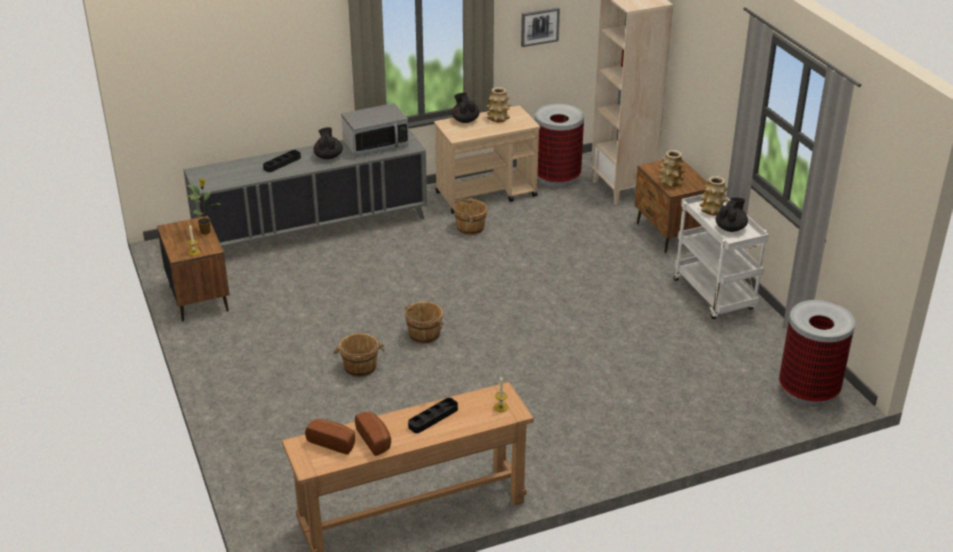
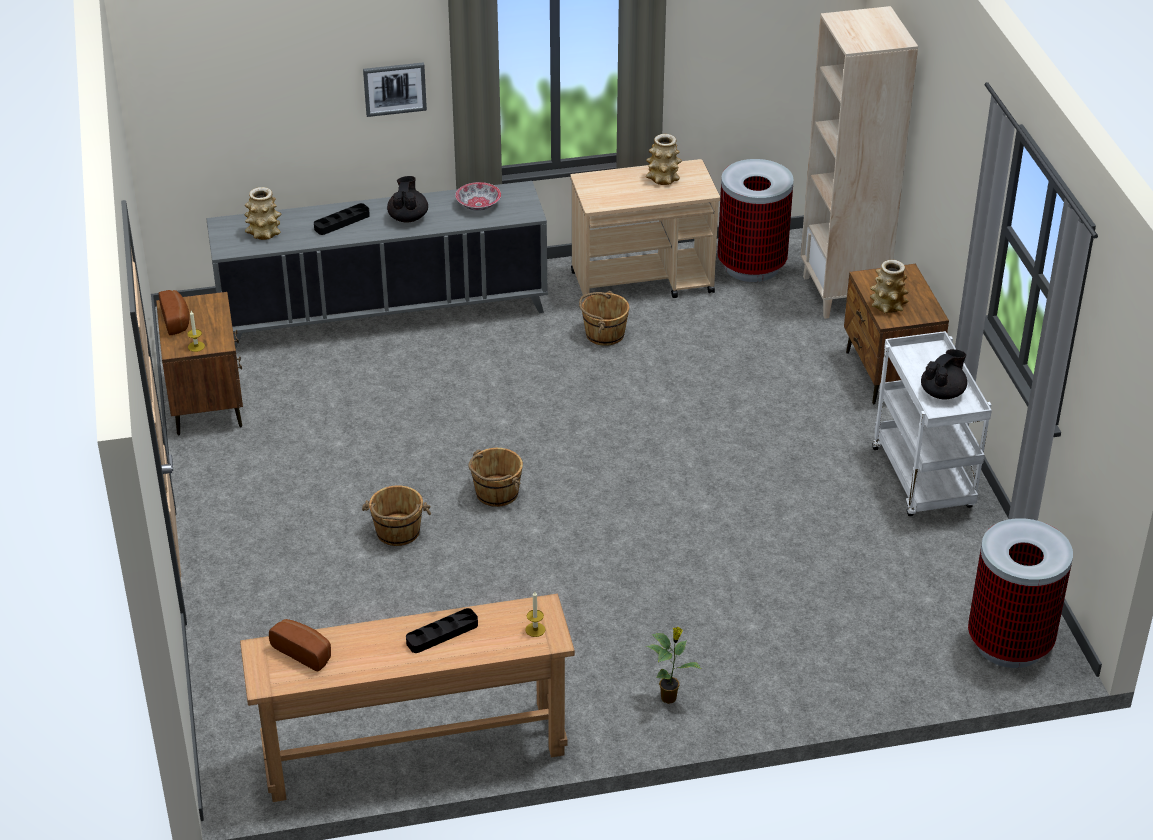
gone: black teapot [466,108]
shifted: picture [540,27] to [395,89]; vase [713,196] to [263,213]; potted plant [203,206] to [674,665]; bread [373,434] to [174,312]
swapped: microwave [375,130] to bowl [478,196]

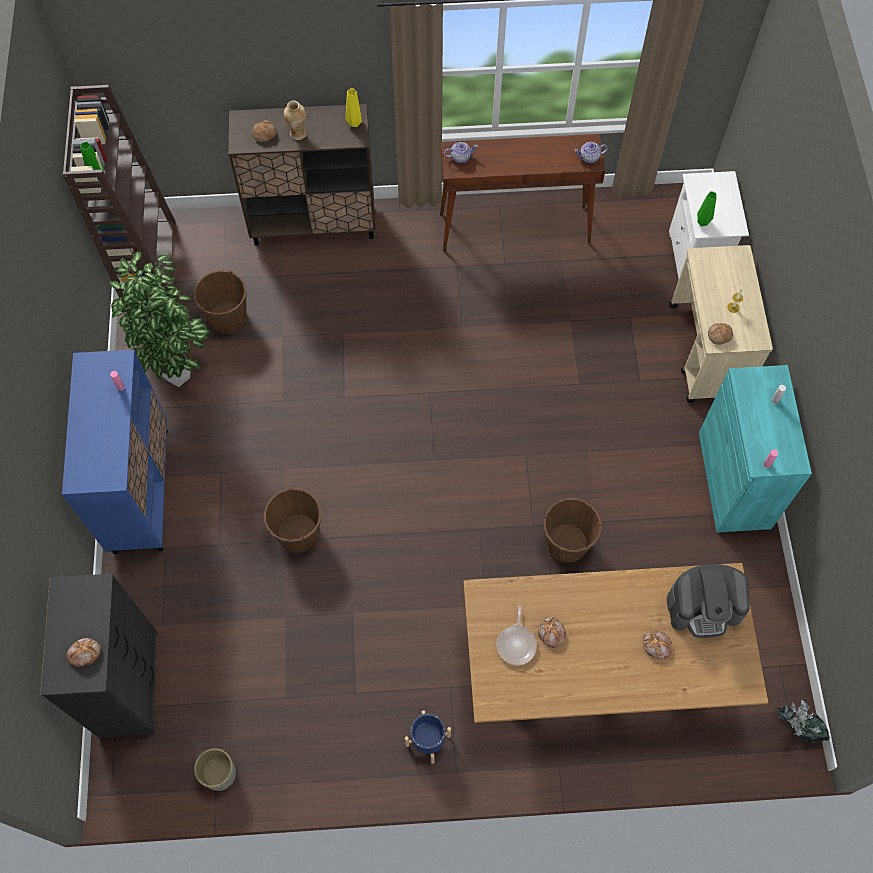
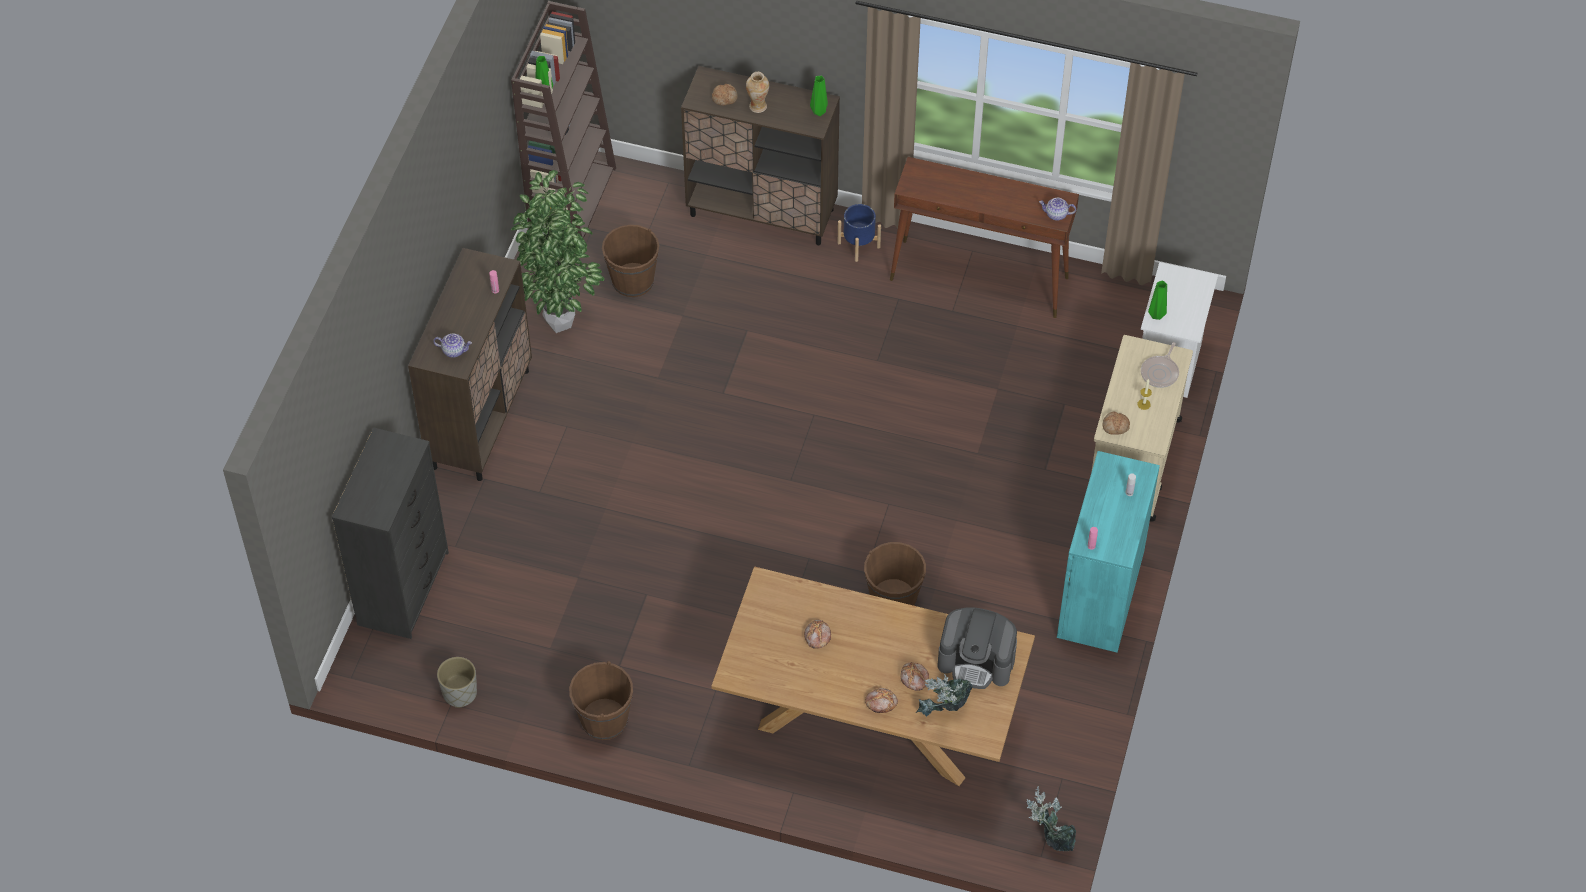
new: potted plant [944,695]
shifted: teapot [461,152] to [452,346]; brown bucket [292,520] to [601,700]; frying pan [517,635] to [1160,365]; bread [84,652] to [881,700]; blue planter [428,737] to [859,233]
repainted: yellow vase [353,107] to green vase [819,96]; blue cabinet [115,452] to brown cabinet [470,364]

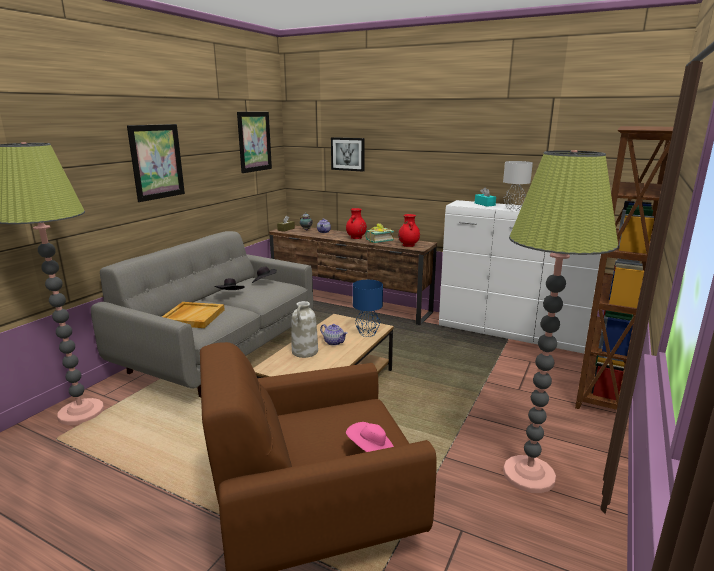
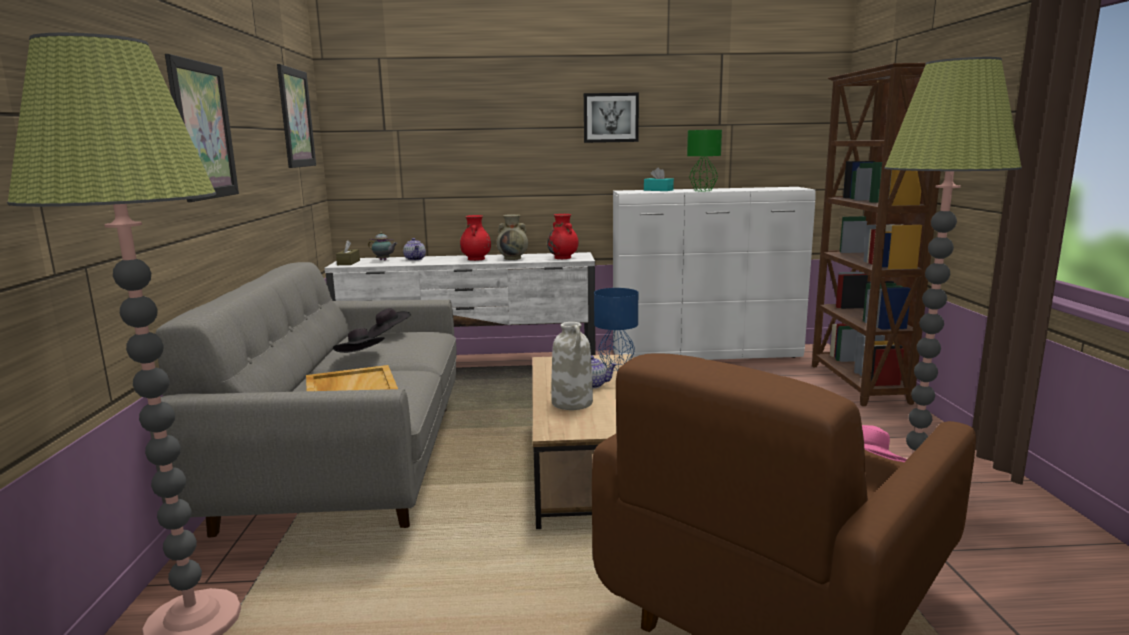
shifted: picture [348,154] to [611,118]
swapped: book [379,233] to beige vase [512,237]
repainted: grey table lamp [518,186] to green table lamp [704,160]; brown tv stand [353,275] to white tv stand [460,303]

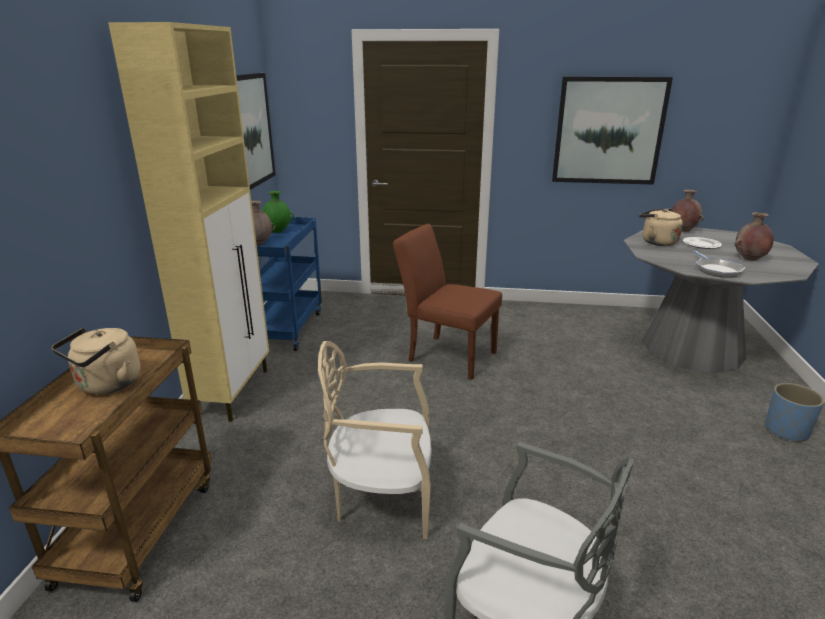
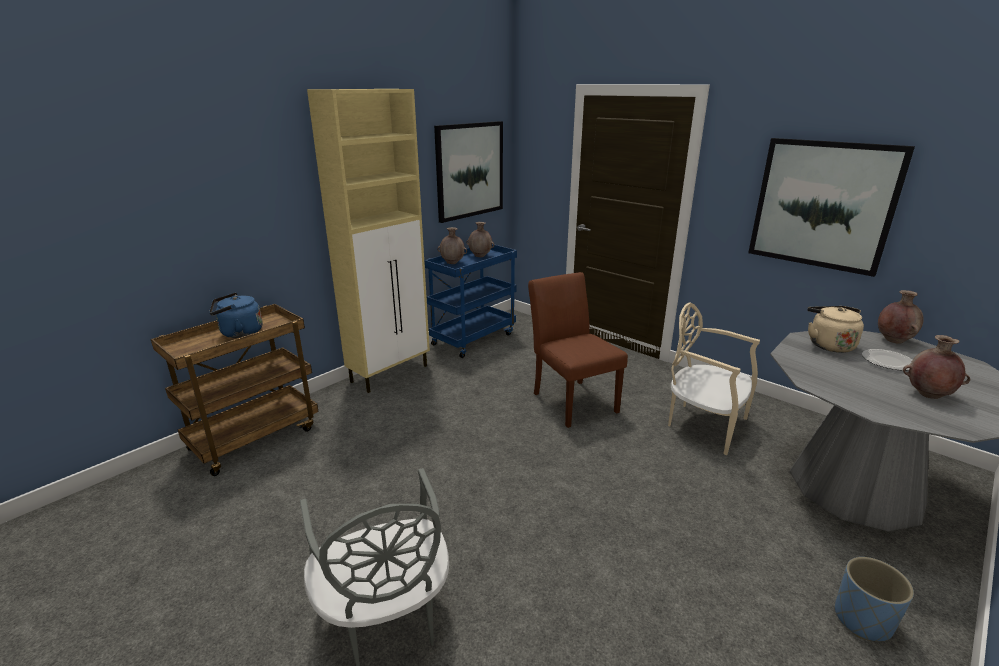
gone: frying pan [719,264]
shifted: beige chair [375,440] to [714,378]
repainted: green vase [278,212] to brown vase [480,239]; beige kettle [96,361] to blue kettle [235,315]

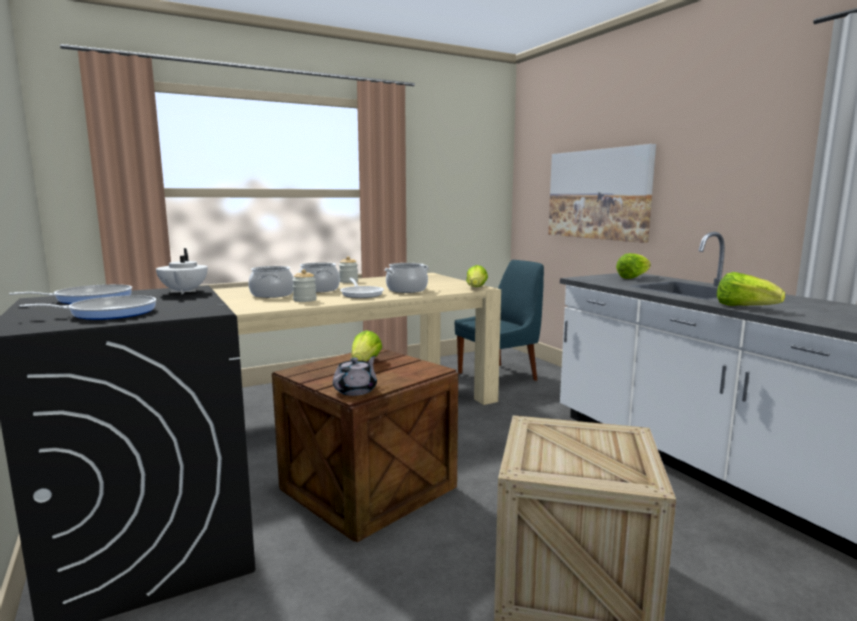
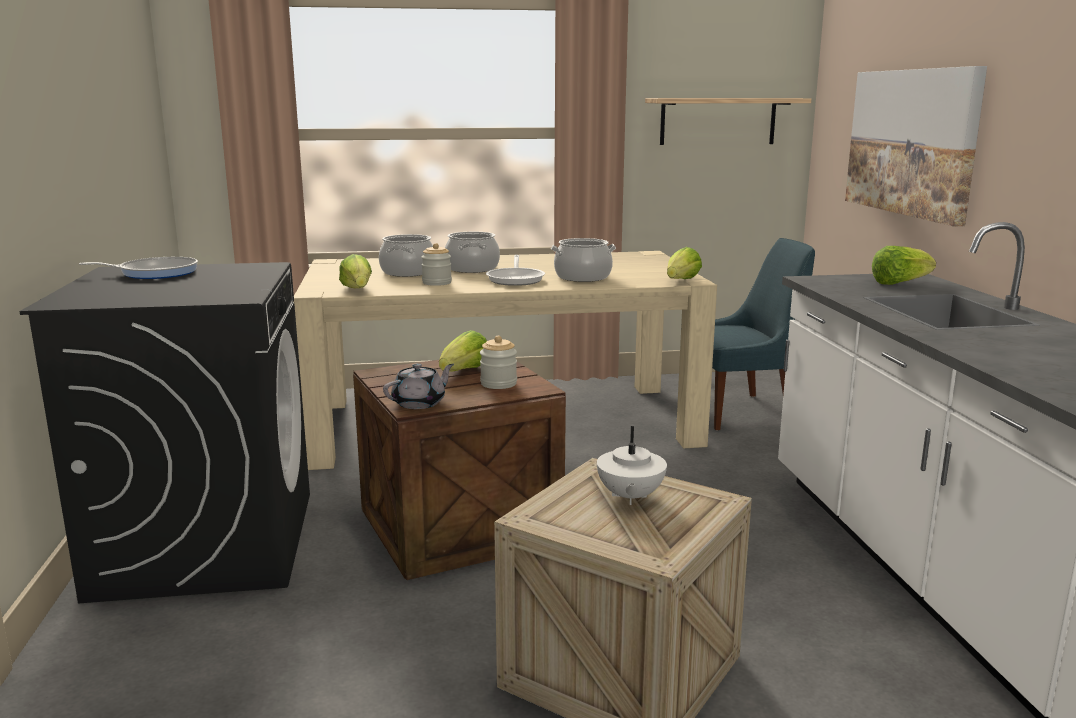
gone: frying pan [87,307]
new: shelf [728,121]
shifted: white teapot [182,271] to [632,465]; jar [348,269] to [498,362]; lettuce [751,289] to [355,271]

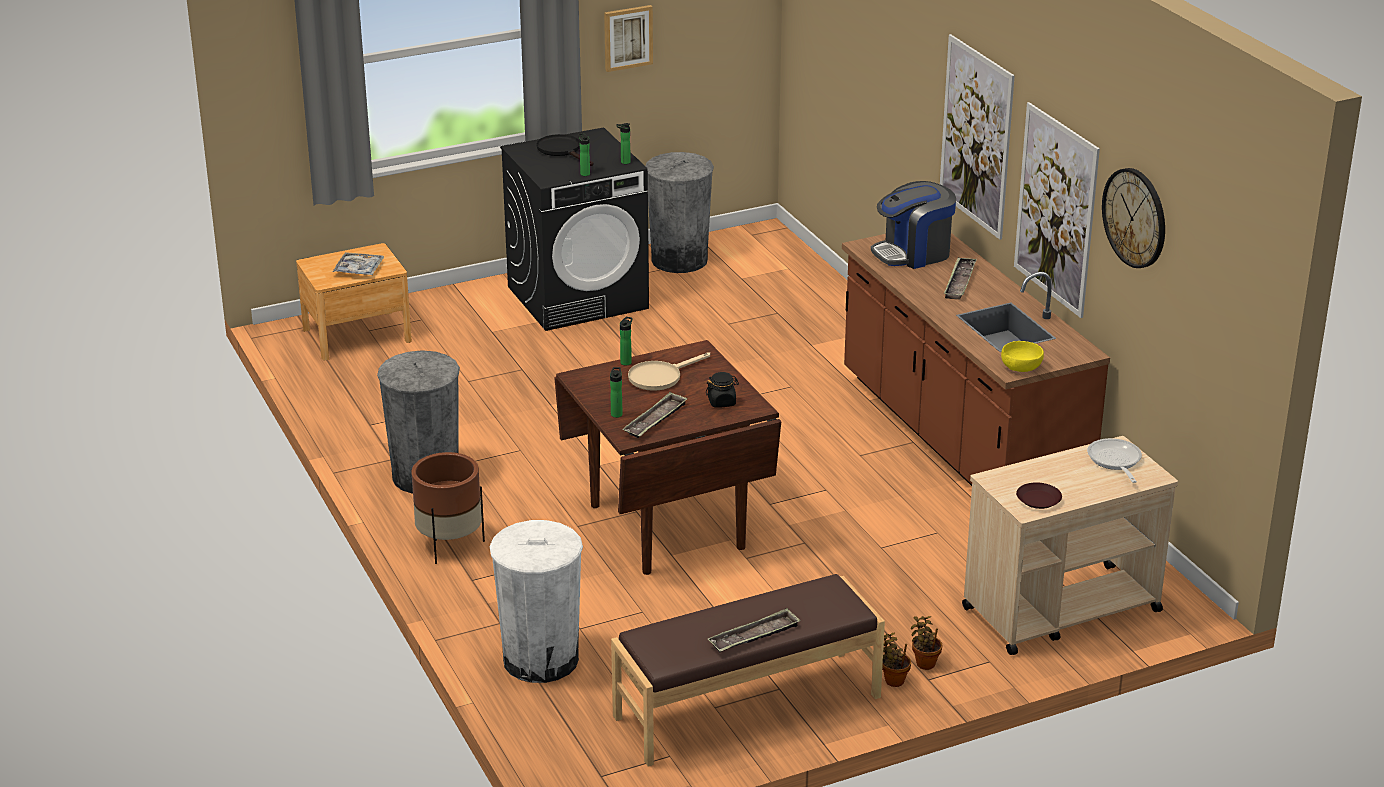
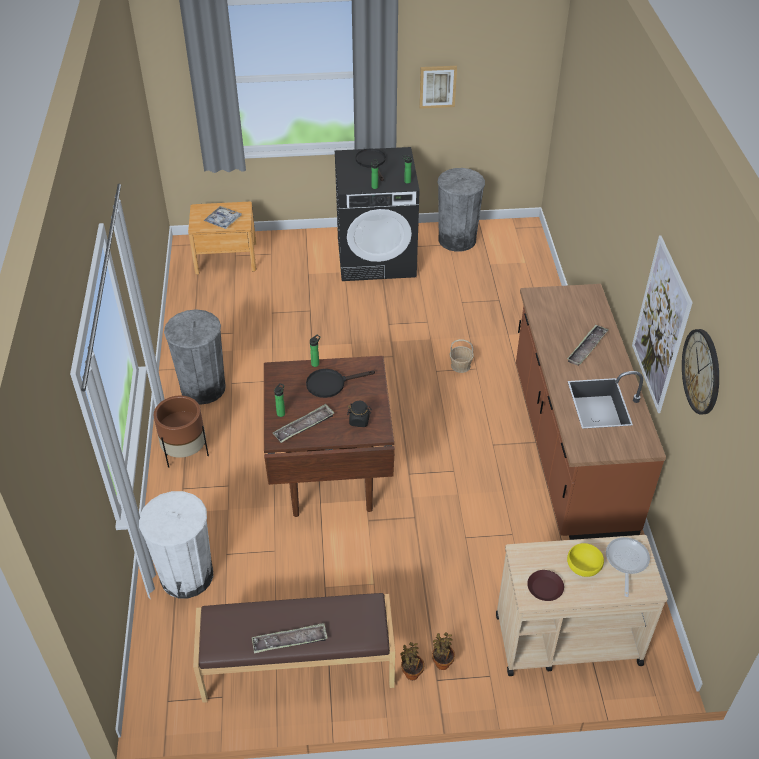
gone: picture [977,137]; coffee machine [913,225]
new: basket [461,356]
shifted: yellow bowl [1022,356] to [585,560]
repainted: beige frying pan [669,371] to black frying pan [340,383]

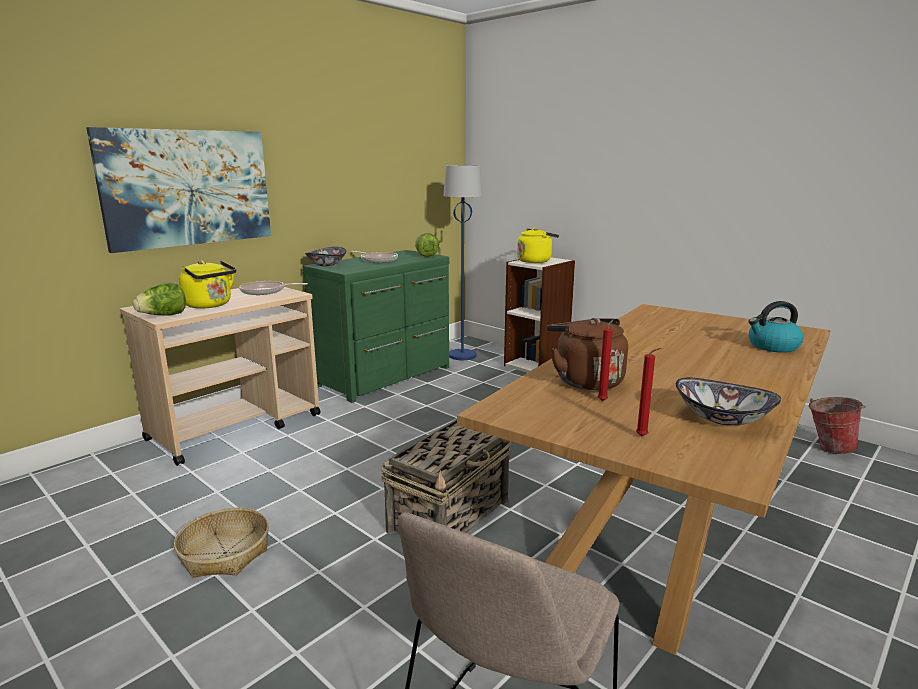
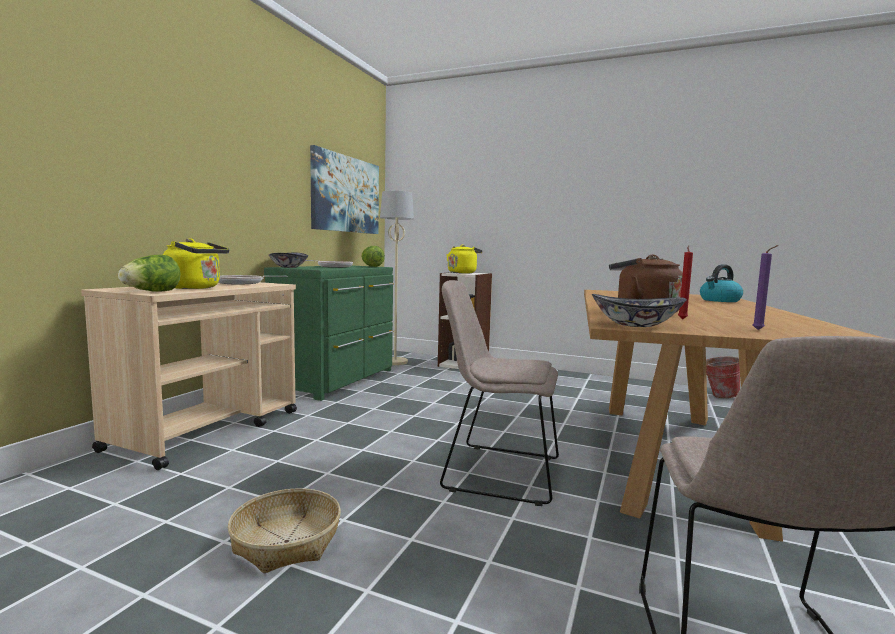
shifted: picture [178,190] to [344,189]; bowl [728,402] to [639,310]
swapped: basket [446,476] to beige chair [499,393]
repainted: blue floor lamp [463,262] to beige floor lamp [397,278]; red candle [648,392] to purple candle [766,287]

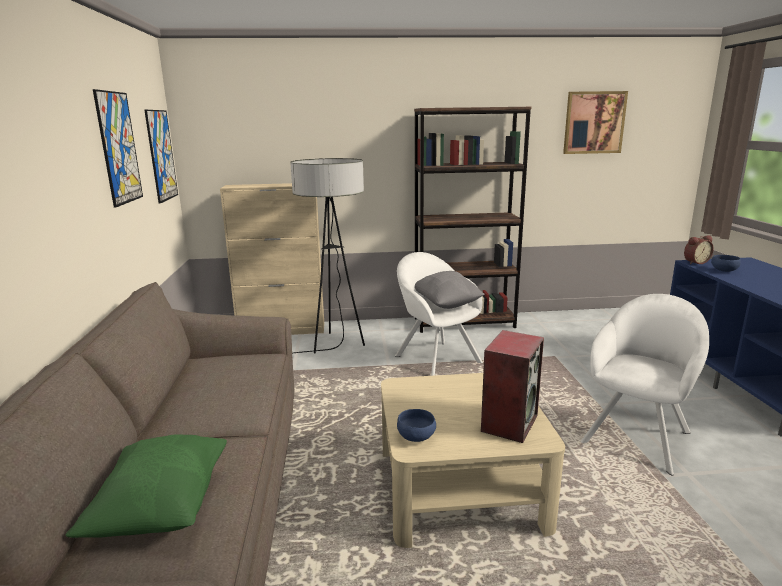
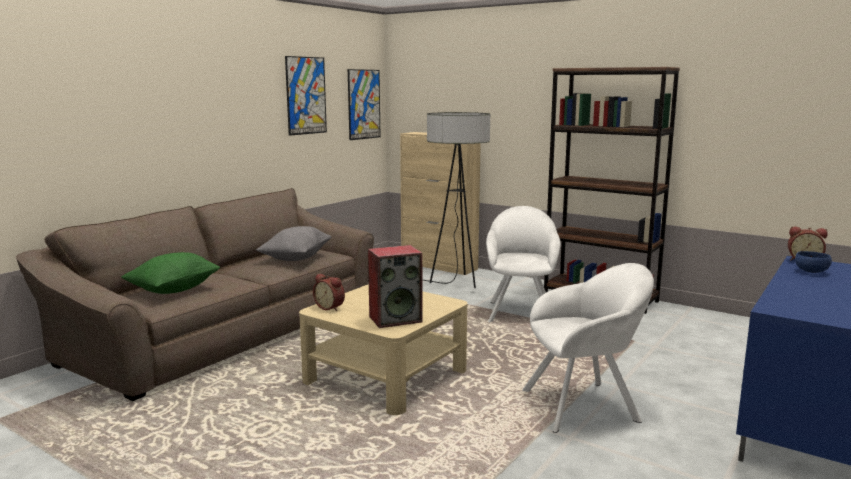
gone: picture [595,122]
shifted: grey pillow [450,290] to [293,243]
swapped: blue bowl [416,425] to alarm clock [329,292]

